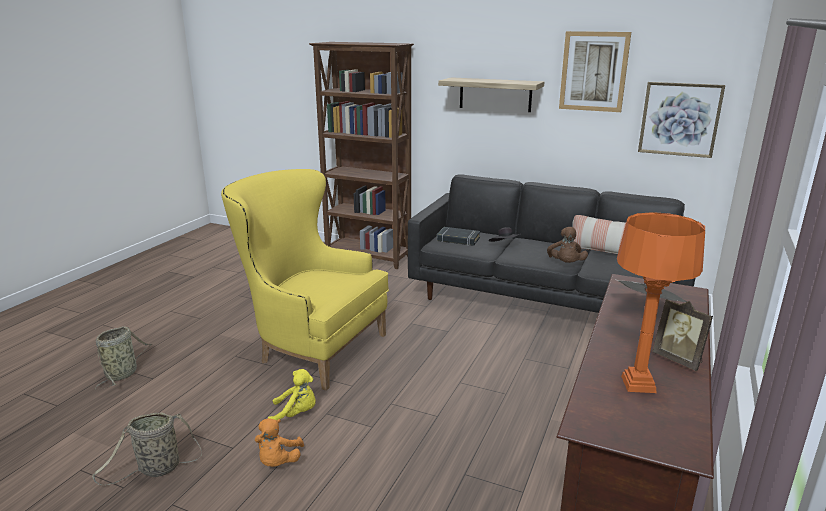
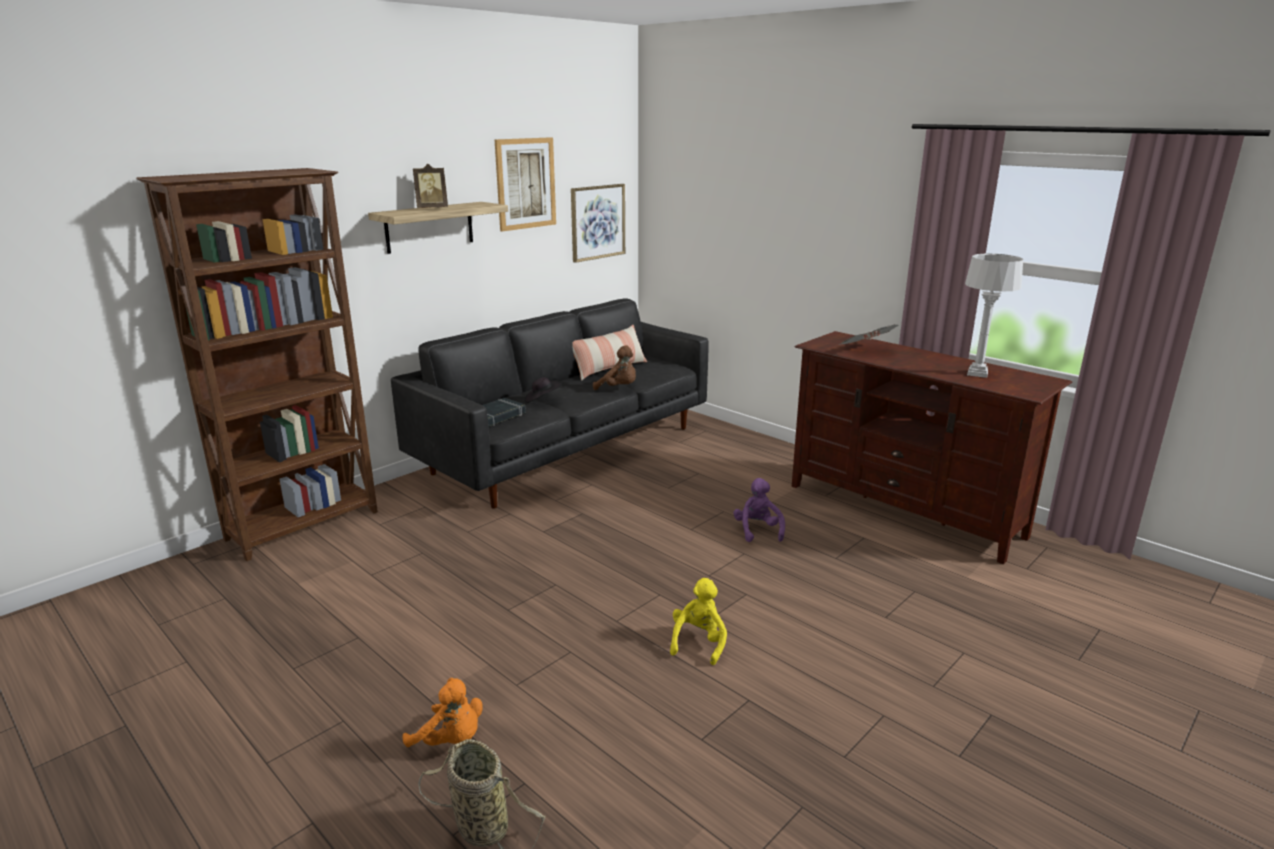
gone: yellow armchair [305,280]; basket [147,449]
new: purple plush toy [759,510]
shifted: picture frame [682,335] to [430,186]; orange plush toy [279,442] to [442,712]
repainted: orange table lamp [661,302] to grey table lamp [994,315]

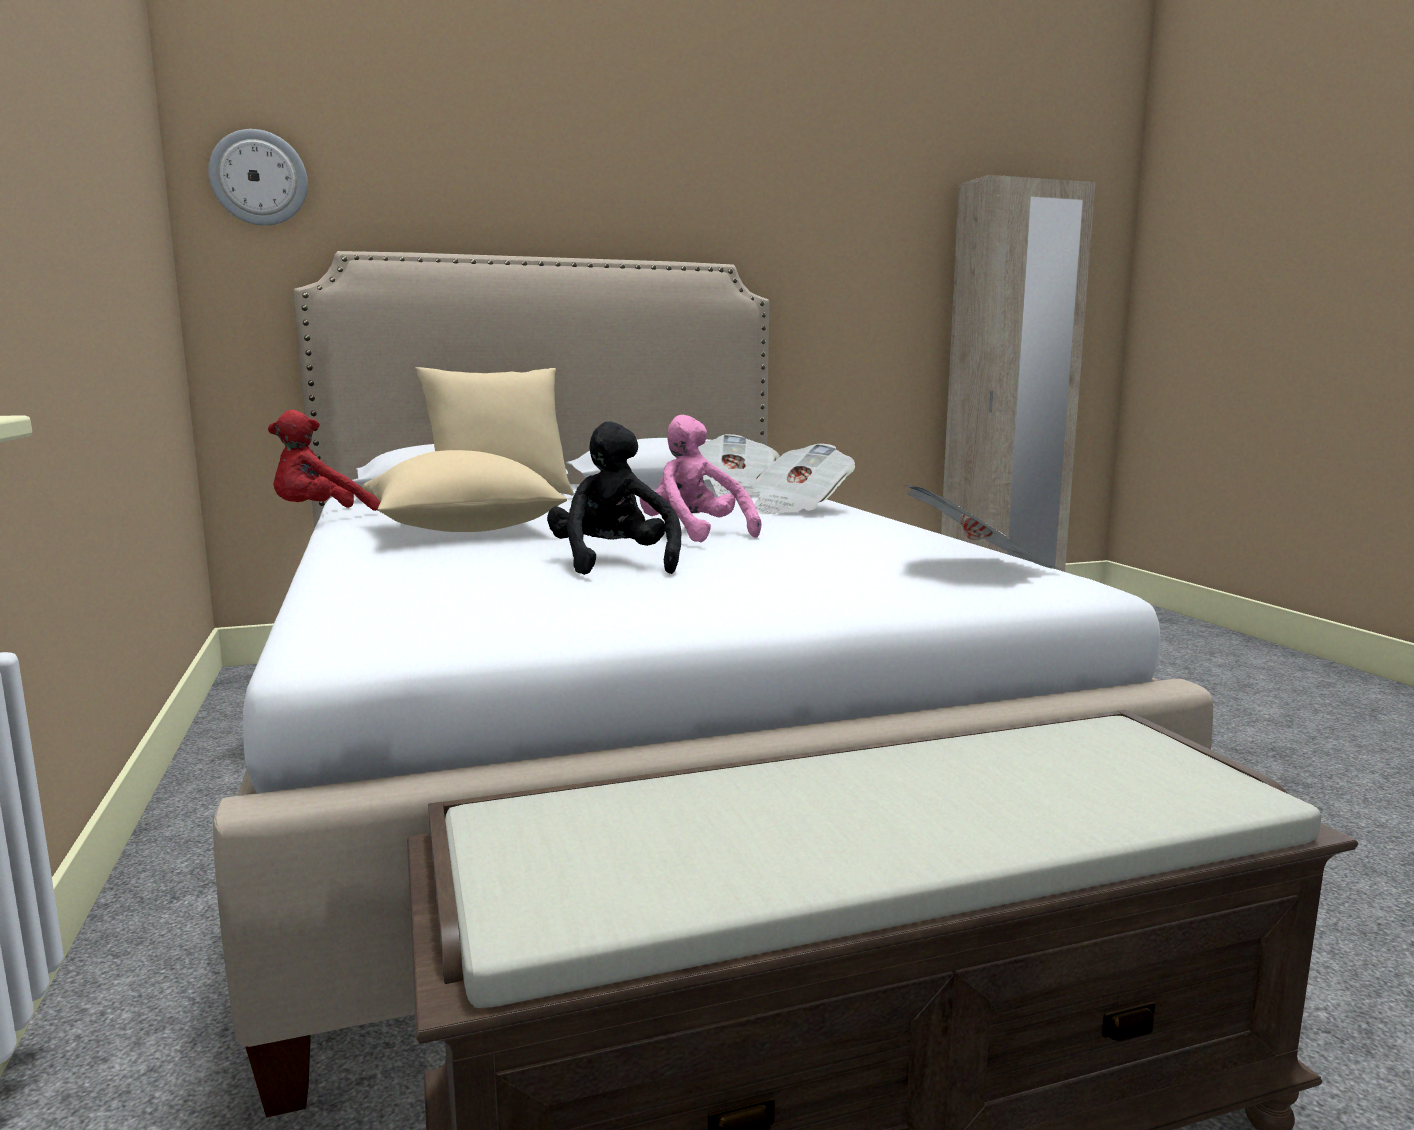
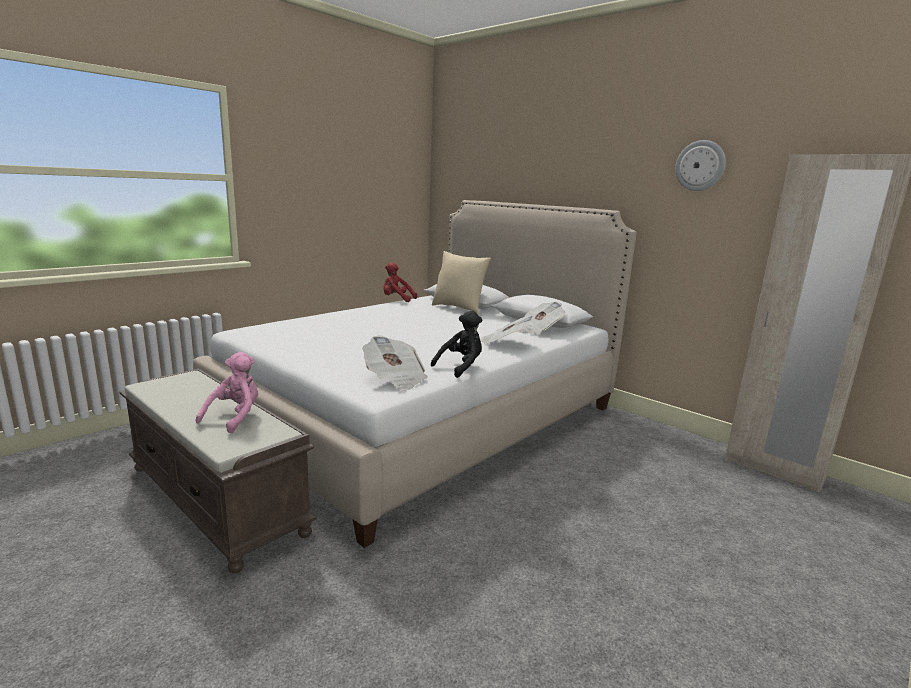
gone: beige pillow [464,491]
shifted: wall clock [258,177] to [700,165]; pink plush toy [700,478] to [227,392]; black plush toy [614,498] to [456,344]

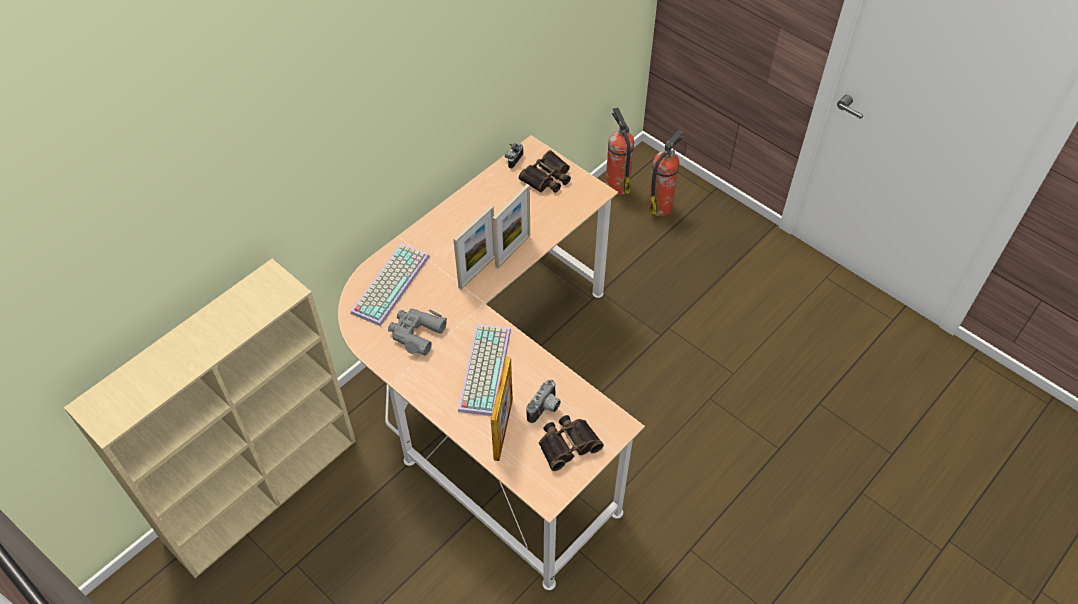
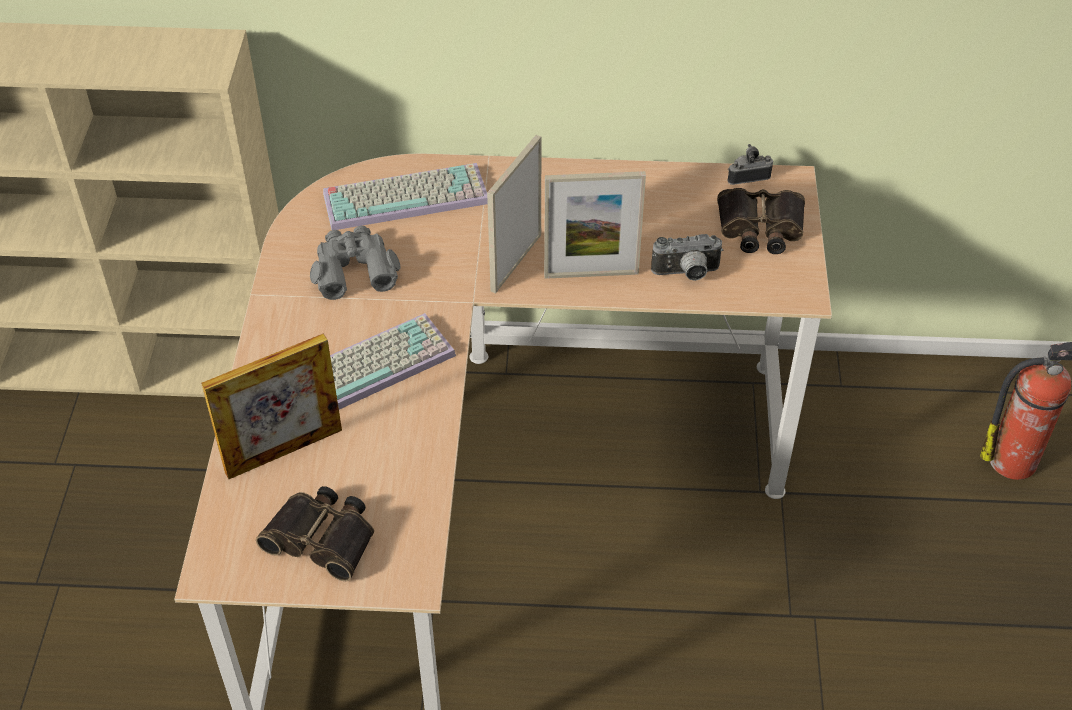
gone: fire extinguisher [619,151]
shifted: photo camera [543,401] to [687,257]
rotated: picture frame [474,247] = [514,214] 120 degrees clockwise

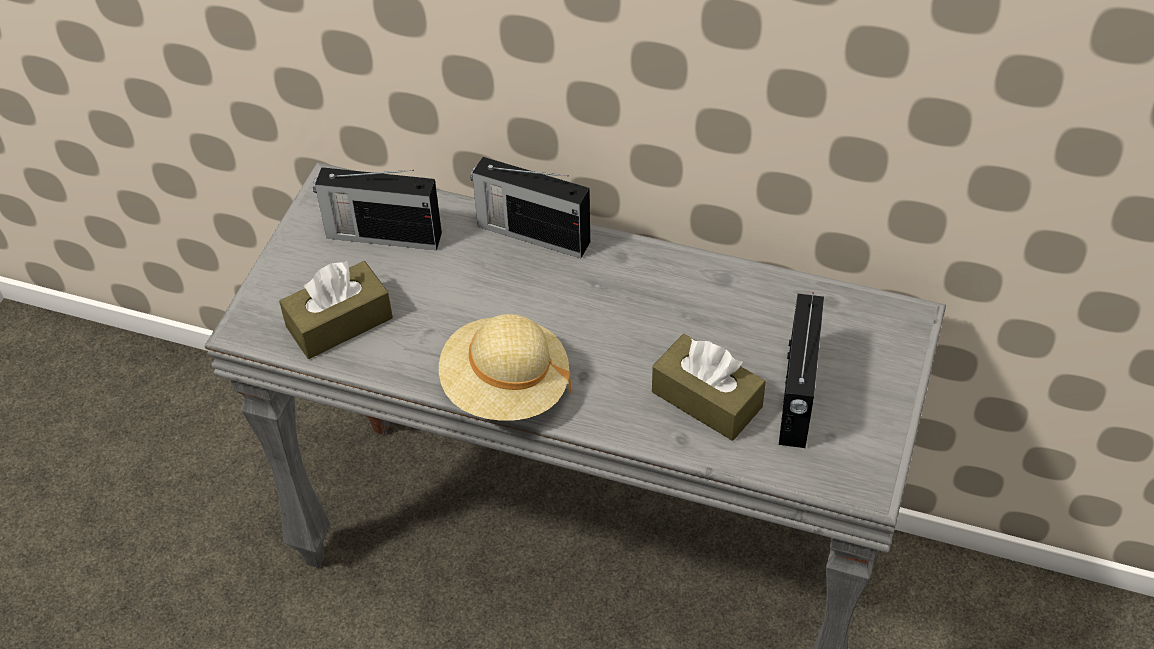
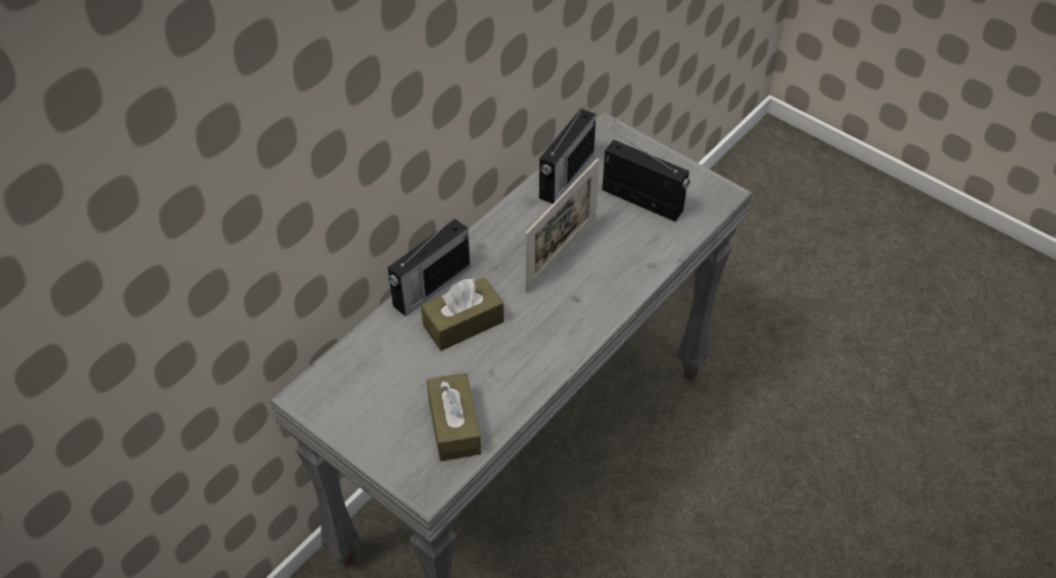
gone: beige hat [505,367]
new: picture frame [562,225]
shifted: radio [377,208] to [567,155]; brown tissue box [709,387] to [462,314]

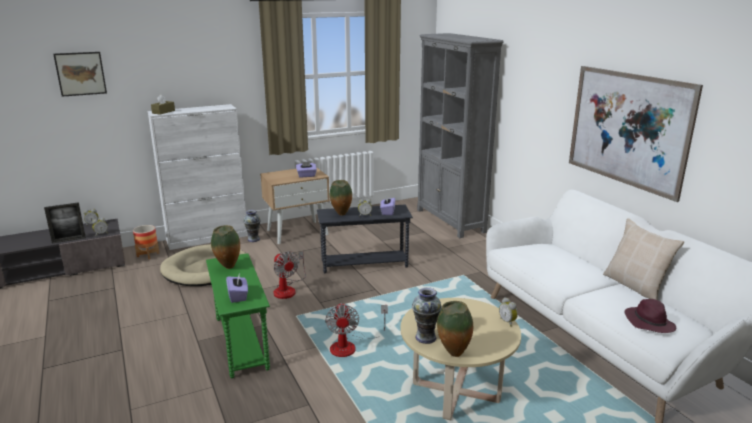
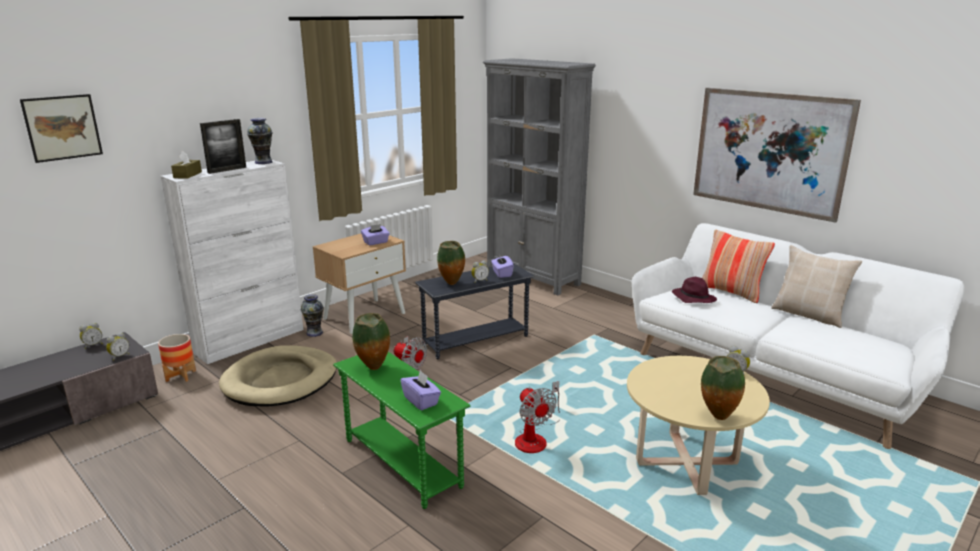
new: pillow [738,266]
shifted: picture frame [65,223] to [223,146]; vase [427,315] to [260,141]; purple hat [650,316] to [694,290]

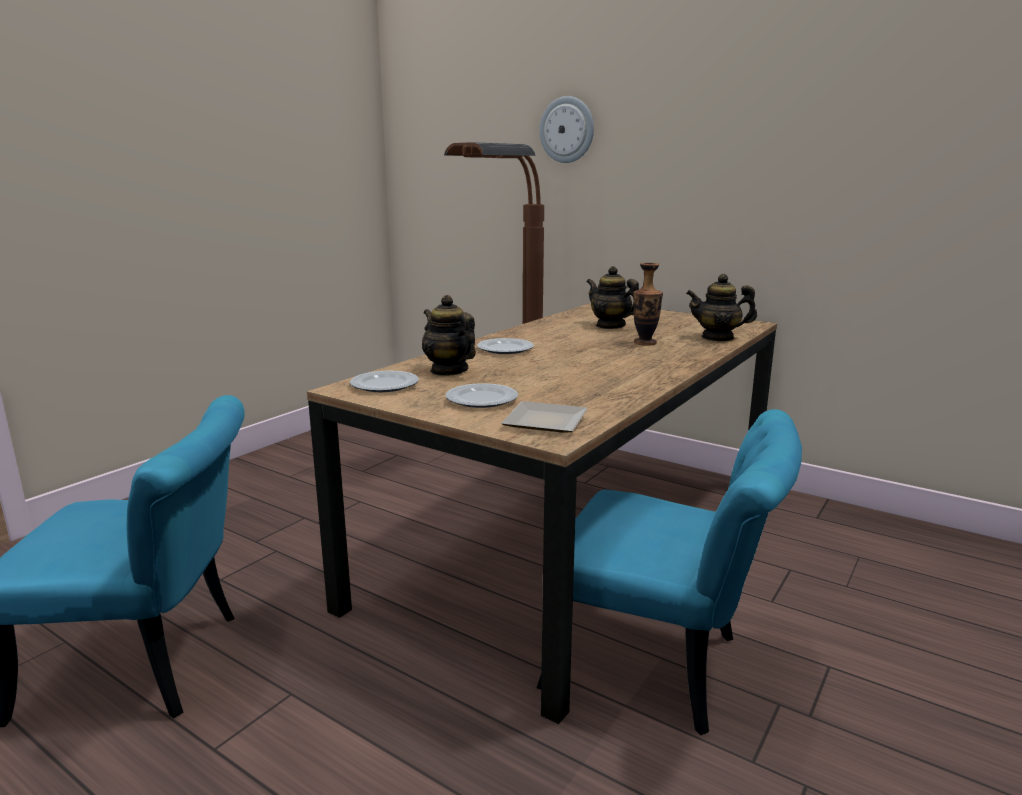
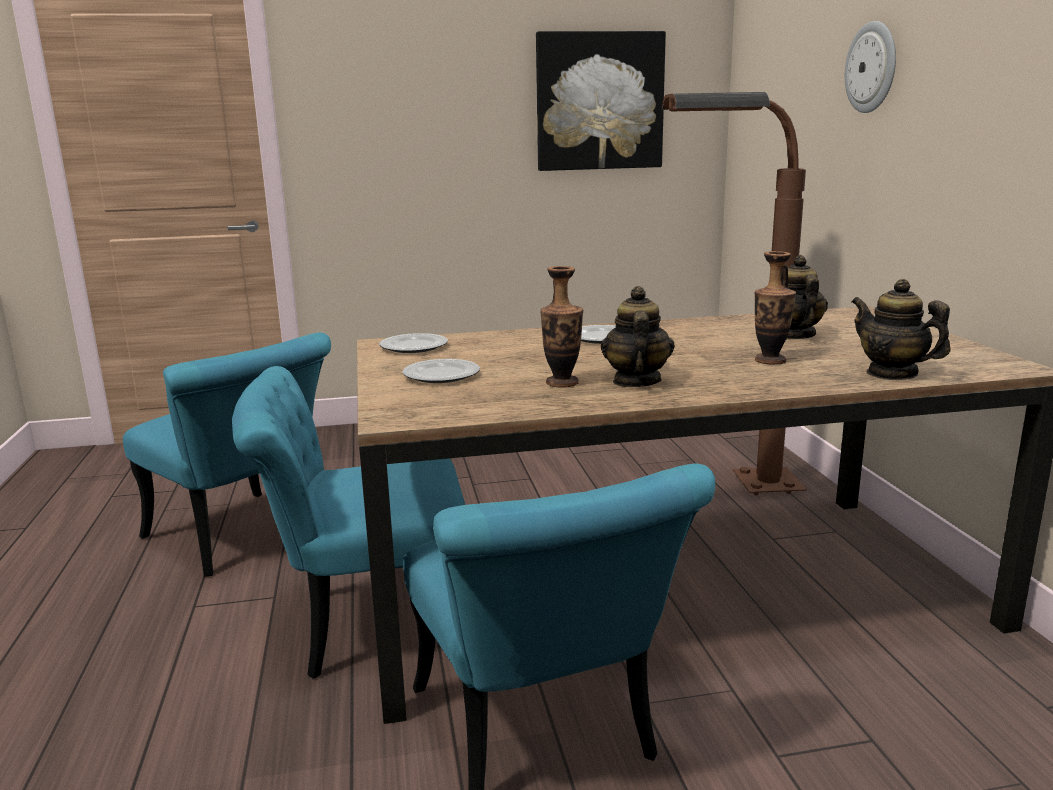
gone: plate [544,417]
new: picture [601,101]; vase [561,327]; turquoise chair [348,522]
shifted: teapot [449,335] to [638,336]

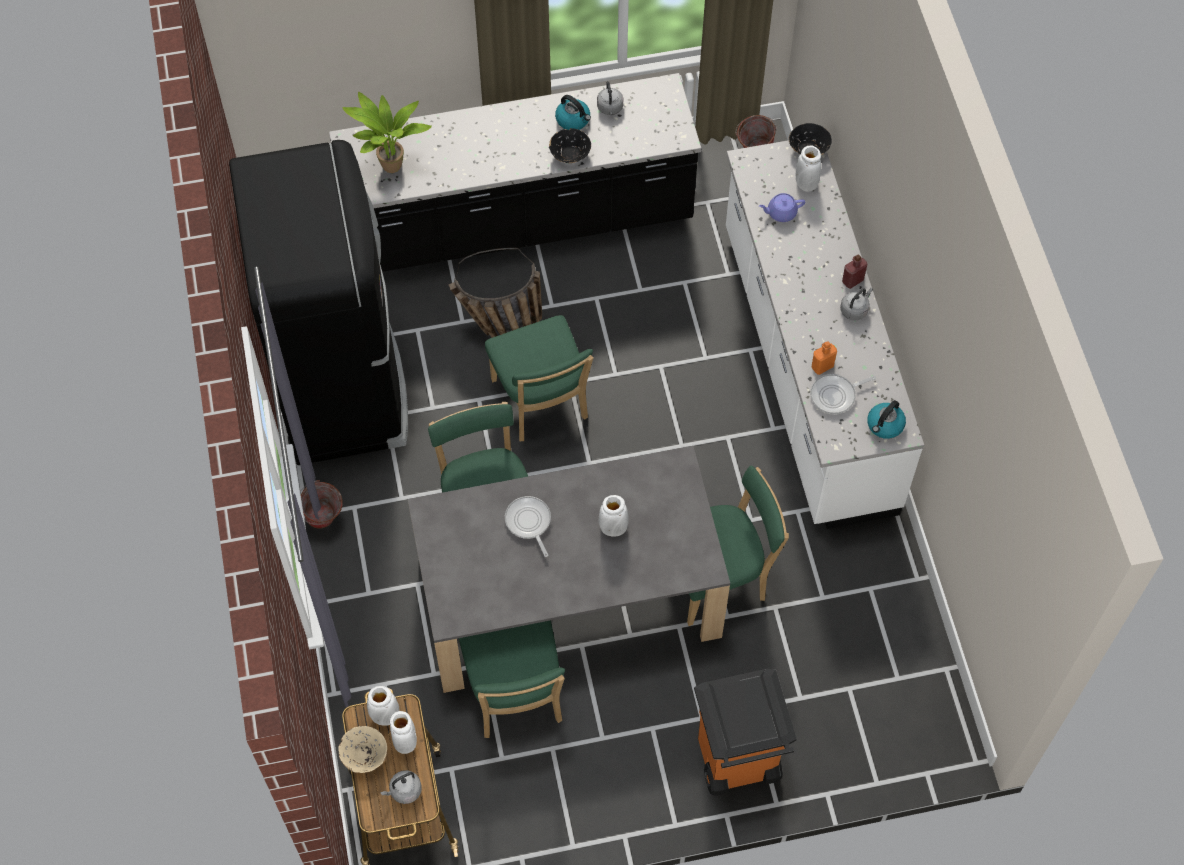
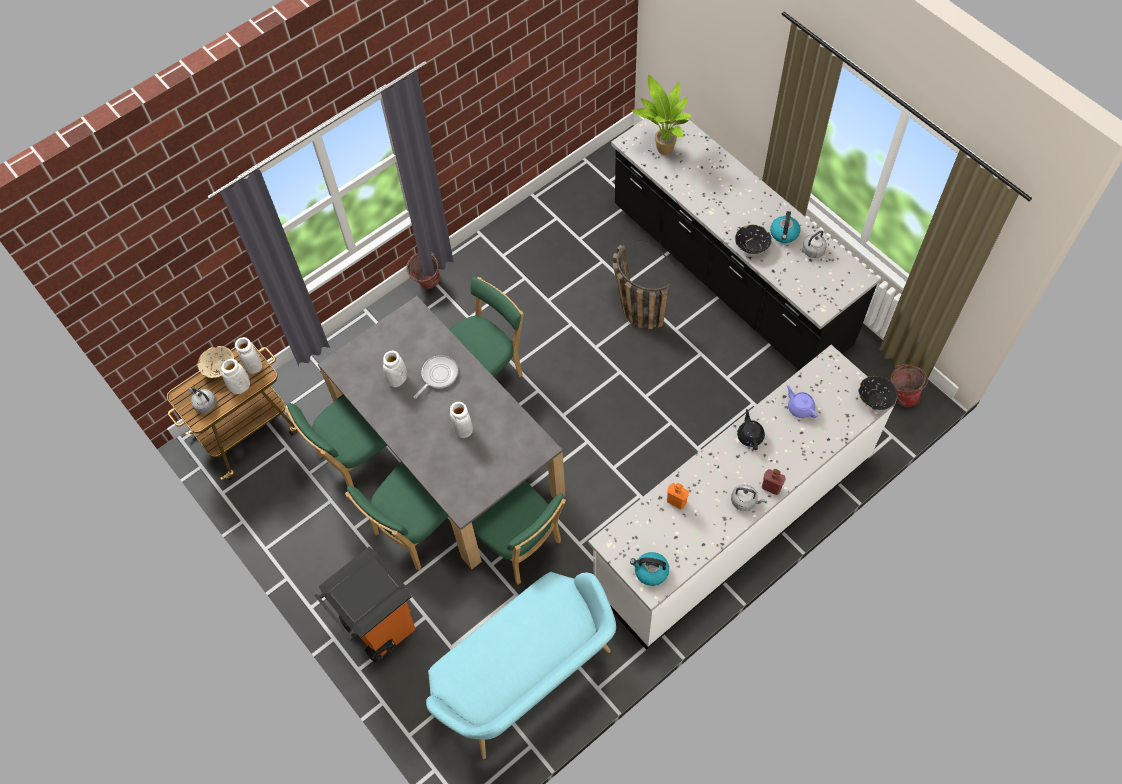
gone: black fridge [318,302]; frying pan [843,394]
new: black teapot [751,429]; turquoise bench [521,665]
shifted: white vase [808,169] to [395,369]; green chair [539,378] to [396,516]

